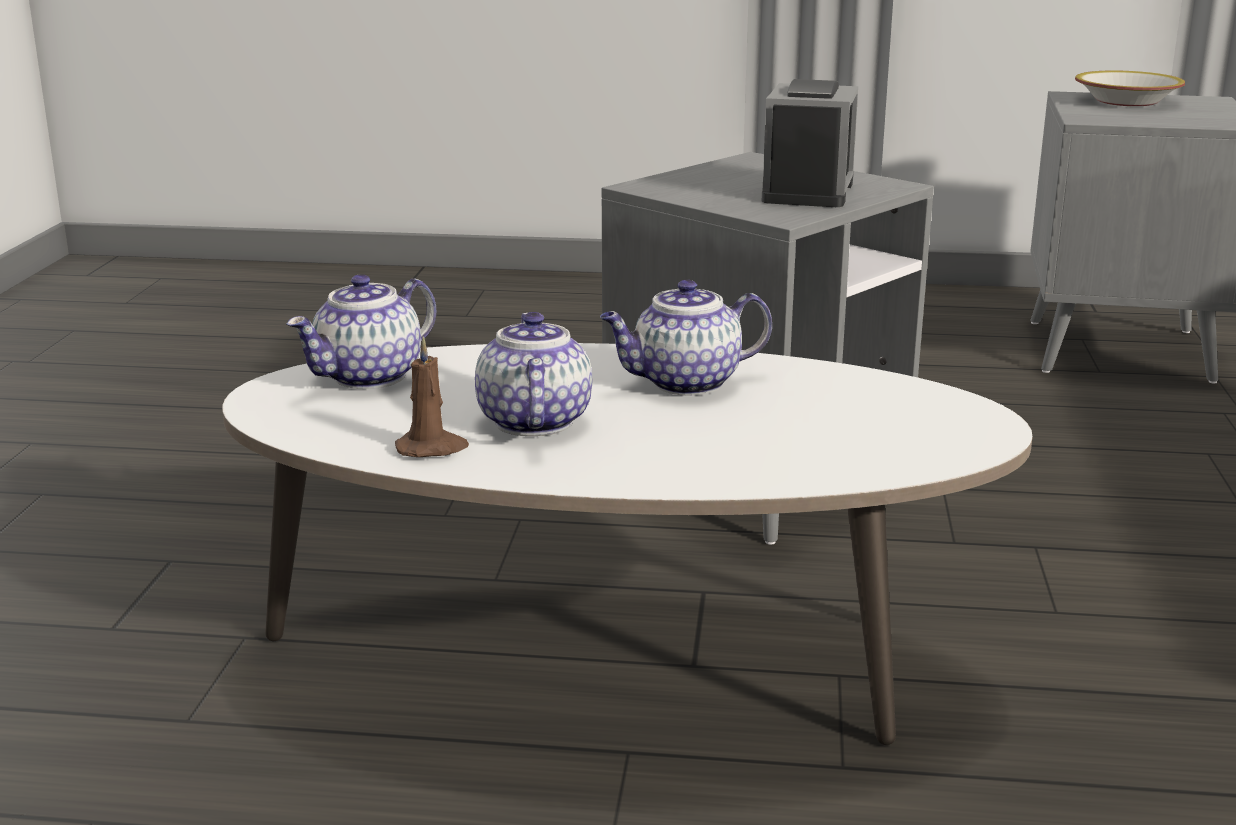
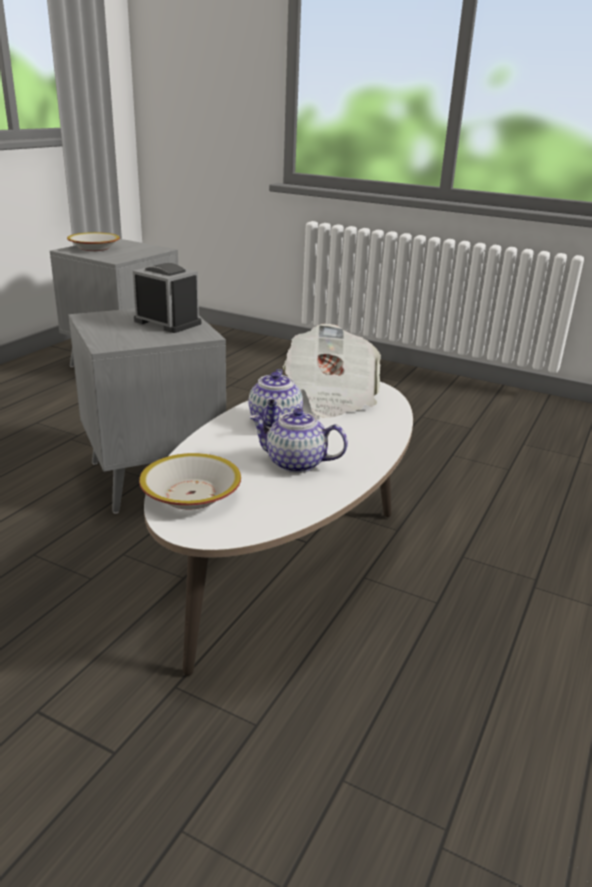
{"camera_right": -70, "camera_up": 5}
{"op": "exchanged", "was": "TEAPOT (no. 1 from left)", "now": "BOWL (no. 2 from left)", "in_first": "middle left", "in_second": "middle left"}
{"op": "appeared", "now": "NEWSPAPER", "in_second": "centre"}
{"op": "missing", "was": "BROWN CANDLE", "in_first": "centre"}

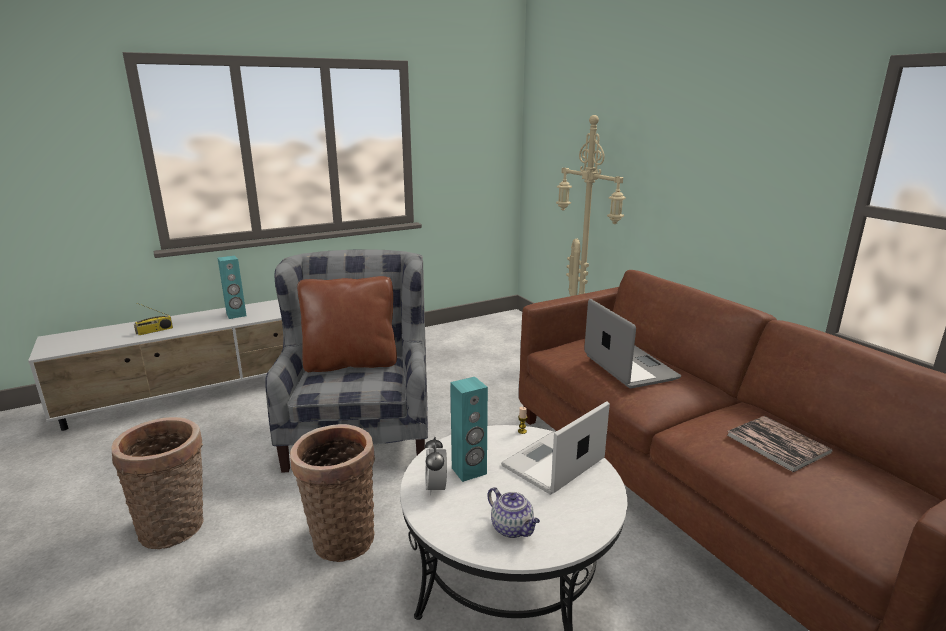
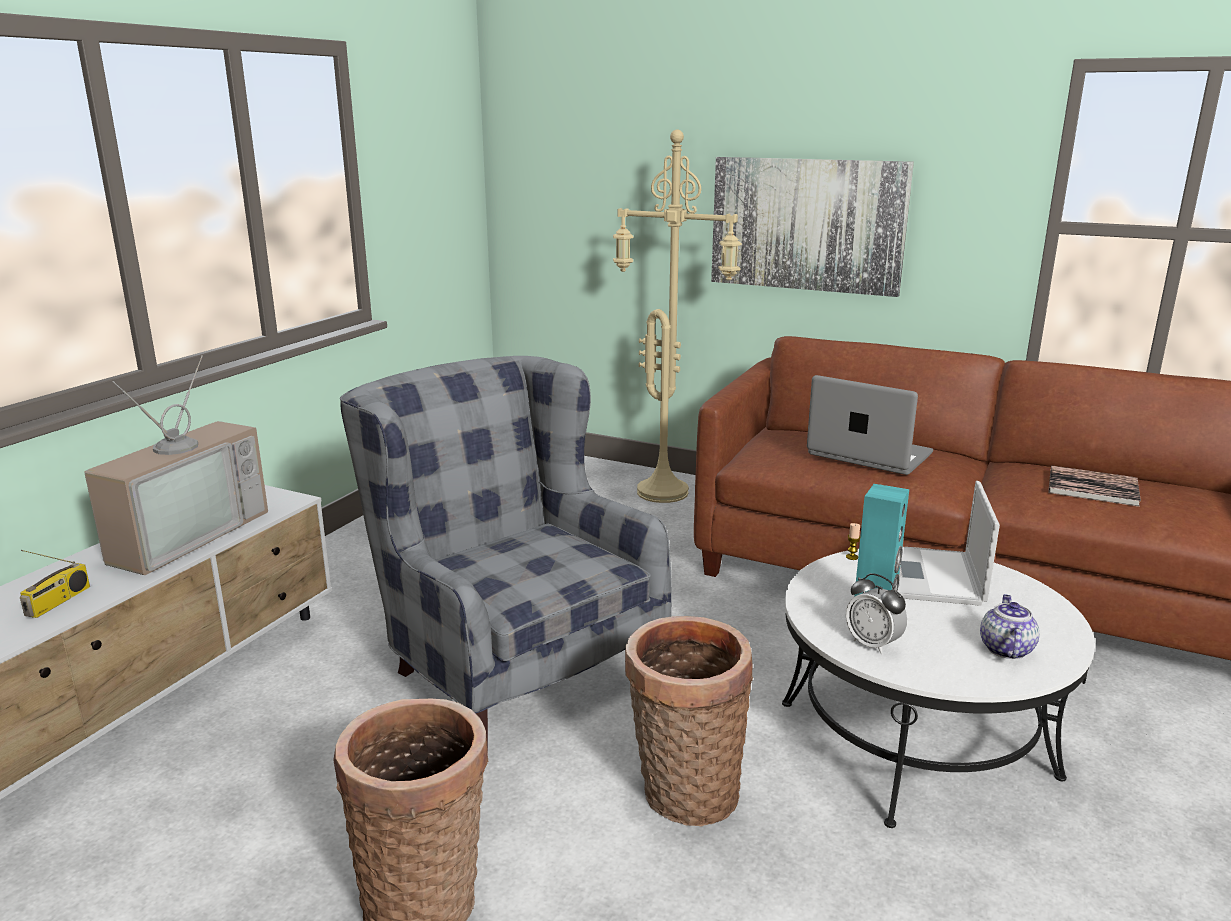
{"camera_right": -35, "camera_up": 0}
{"op": "exchanged", "was": "TURQUOISE SPEAKER (no. 1 from left)", "now": "TELEVISION", "in_first": "middle left", "in_second": "middle left"}
{"op": "appeared", "now": "PICTURE", "in_second": "top centre"}
{"op": "spun", "was": "TEAPOT", "in_first": "bottom centre", "in_second": "bottom right", "clockwise": -90}
{"op": "missing", "was": "BROWN PILLOW", "in_first": "centre"}

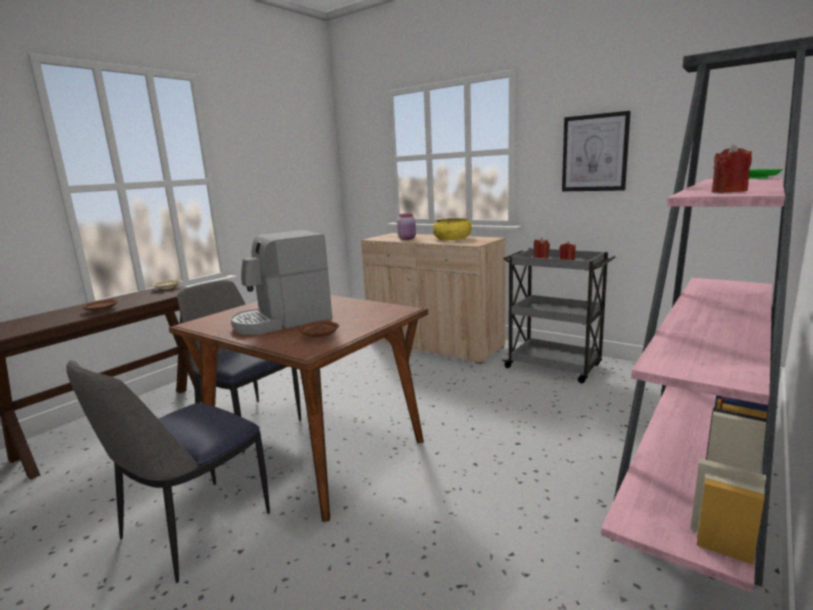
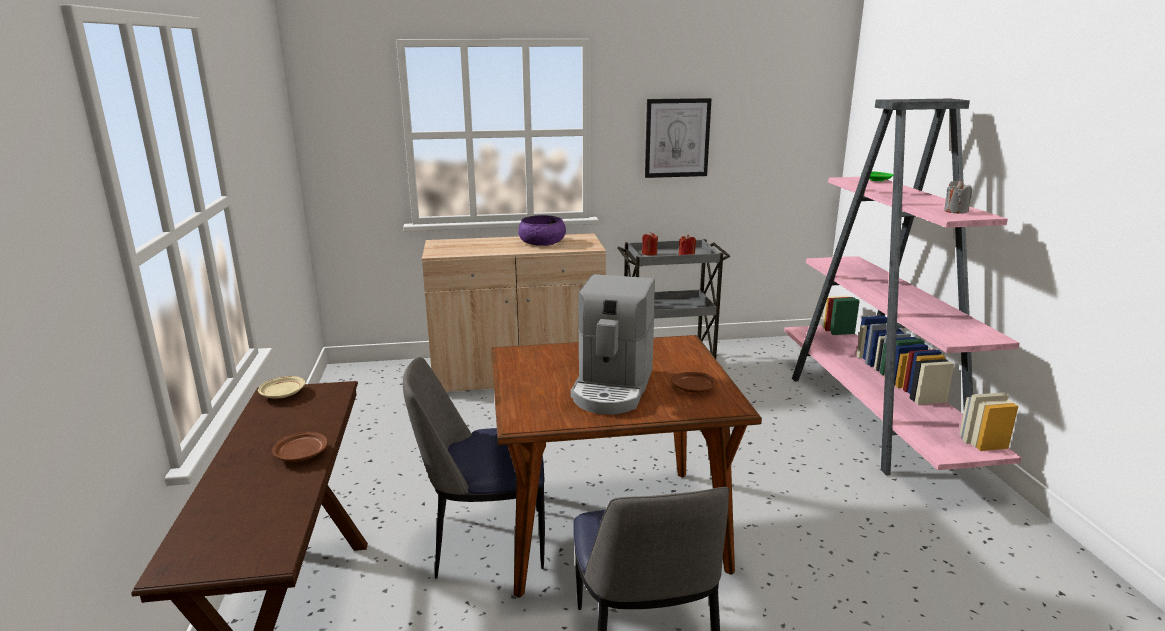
{"camera_right": -45, "camera_up": 5}
{"op": "colour", "was": "YELLOW BOWL", "now": "PURPLE BOWL", "in_first": "centre", "in_second": "centre"}
{"op": "colour", "was": "RED CANDLE (no. 3 from left)", "now": "GREY CANDLE", "in_first": "top right", "in_second": "top right"}
{"op": "missing", "was": "PINK JAR", "in_first": "centre"}

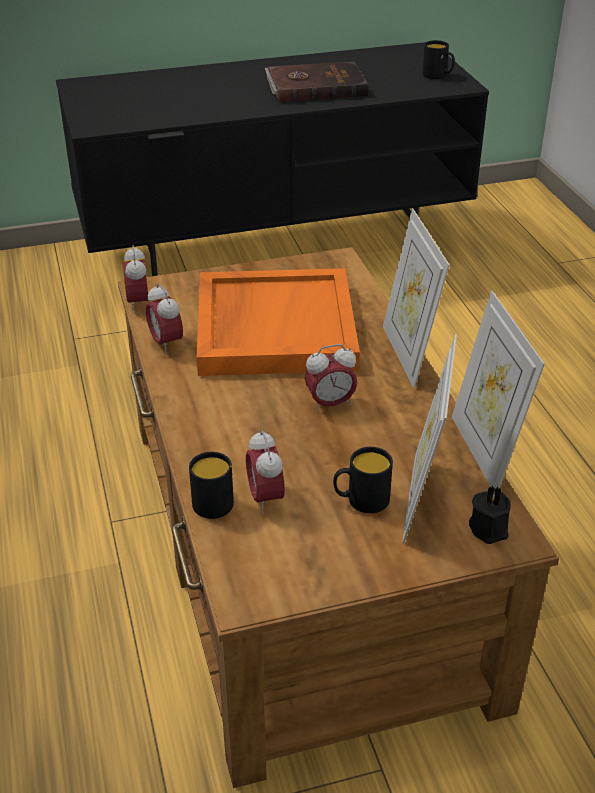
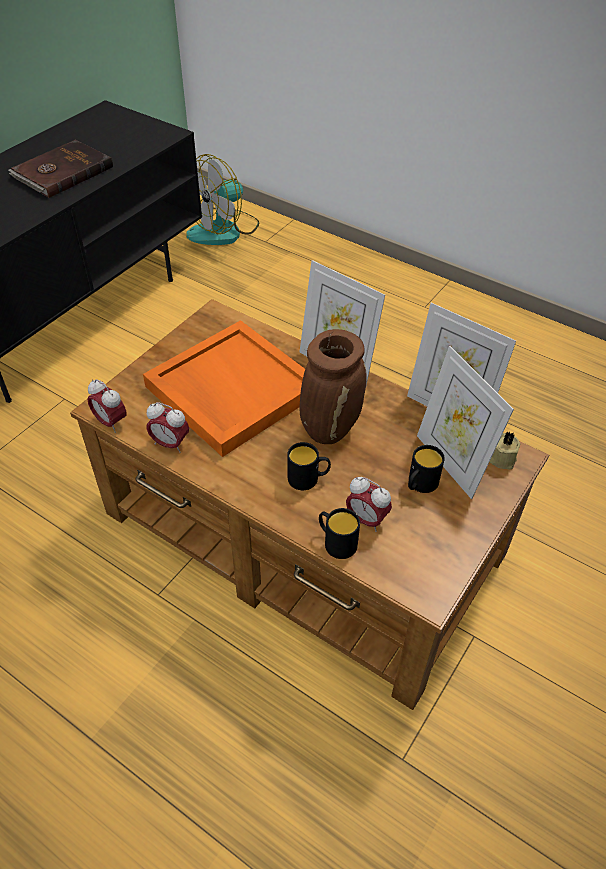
{"camera_right": -40, "camera_up": 10}
{"op": "appeared", "now": "FAN", "in_second": "top centre"}
{"op": "relocated", "was": "BLACK MUG (no. 3 from left in the first image)", "now": "BLACK MUG (no. 1 from left)", "in_first": "top right", "in_second": "centre"}
{"op": "exchanged", "was": "ALARM CLOCK (no. 4 from left)", "now": "BROWN VASE", "in_first": "centre", "in_second": "centre"}
{"op": "colour", "was": "BLACK CANDLE", "now": "BEIGE CANDLE", "in_first": "middle right", "in_second": "middle right"}

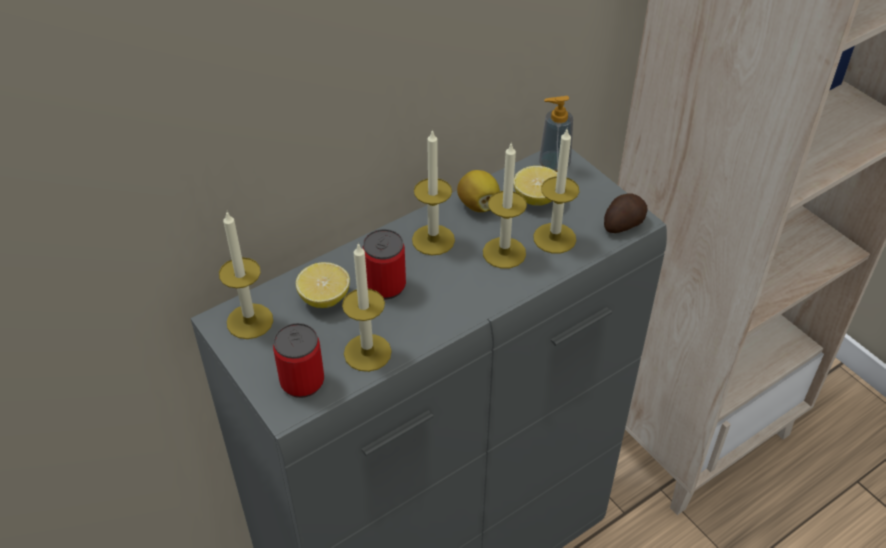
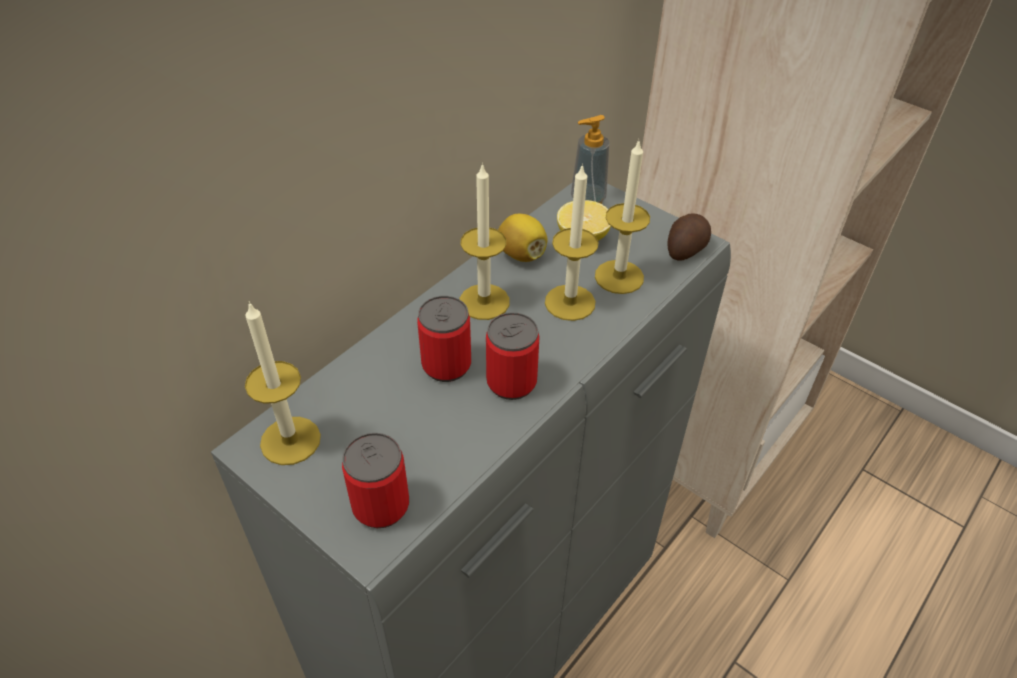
{"camera_right": -15, "camera_up": 0}
{"op": "appeared", "now": "CAN (no. 3 from left)", "in_second": "centre"}
{"op": "missing", "was": "LEMON (no. 1 from left)", "in_first": "centre"}
{"op": "missing", "was": "CANDLE (no. 2 from left)", "in_first": "centre"}

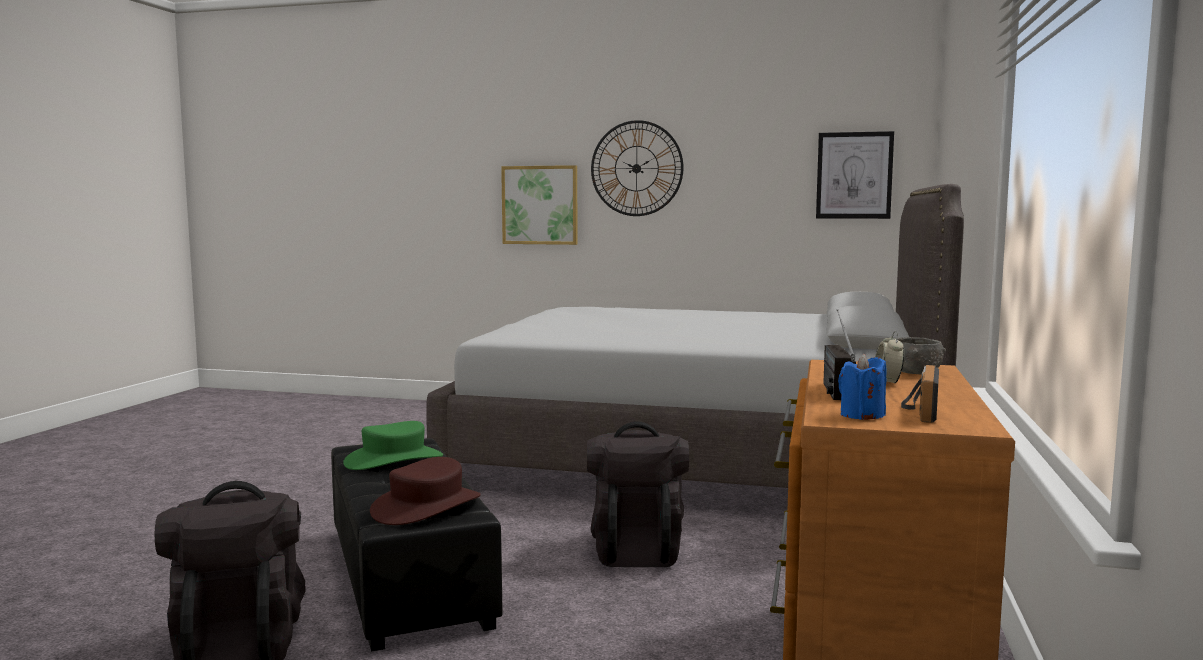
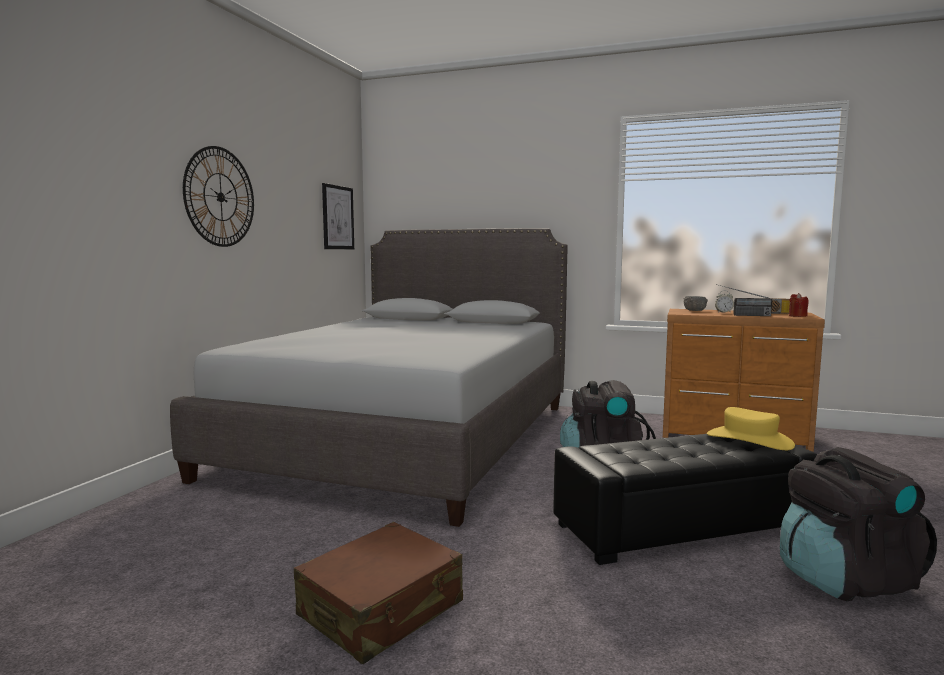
{"camera_right": -85, "camera_up": 0}
{"op": "appeared", "now": "BROWN SUITCASE", "in_second": "bottom centre"}
{"op": "colour", "was": "BROWN HAT", "now": "YELLOW HAT", "in_first": "bottom centre", "in_second": "middle right"}
{"op": "colour", "was": "BLUE CANDLE", "now": "RED CANDLE", "in_first": "middle right", "in_second": "middle right"}
{"op": "missing", "was": "GREEN HAT", "in_first": "bottom left"}
{"op": "missing", "was": "PICTURE (no. 1 from left)", "in_first": "top centre"}

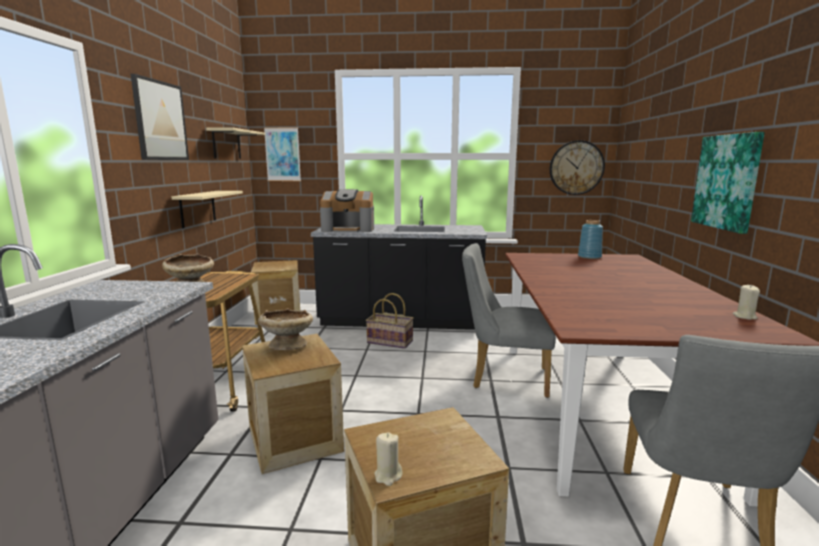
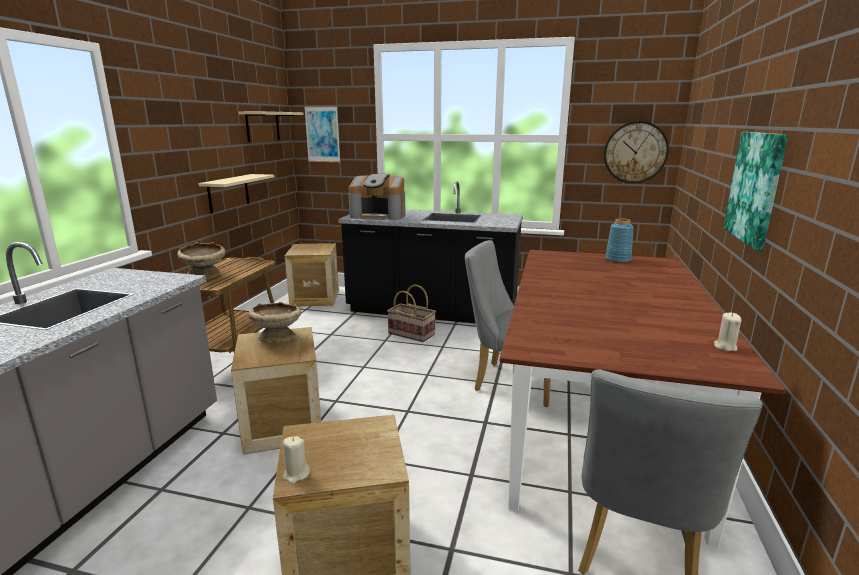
{"camera_right": 10, "camera_up": 5}
{"op": "missing", "was": "PICTURE (no. 1 from left)", "in_first": "top left"}

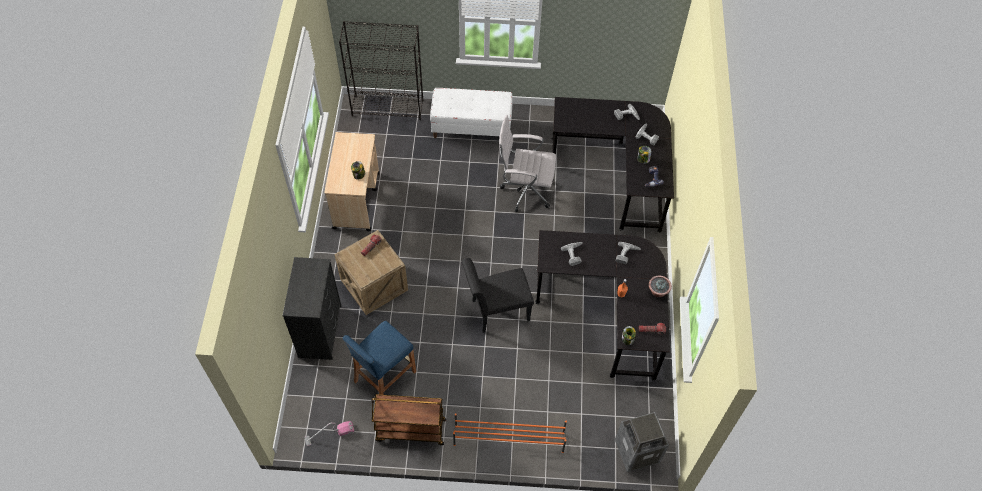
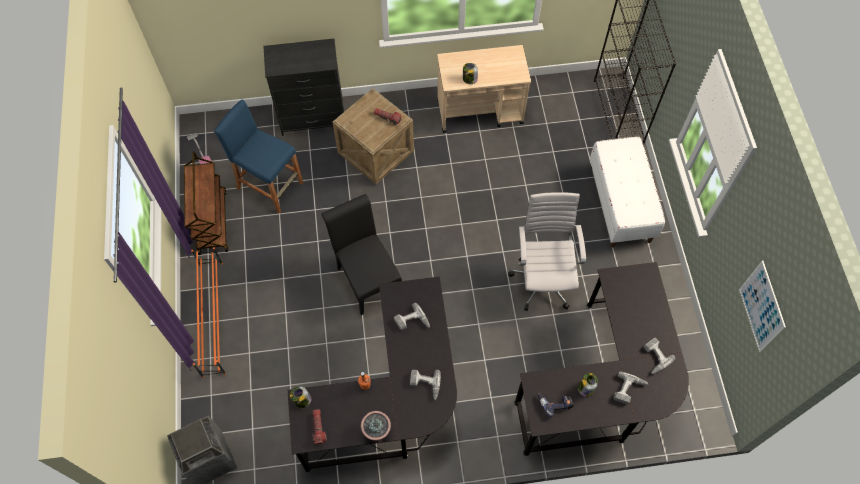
{"camera_right": 80, "camera_up": 5}
{"op": "appeared", "now": "PICTURE", "in_second": "middle right"}

